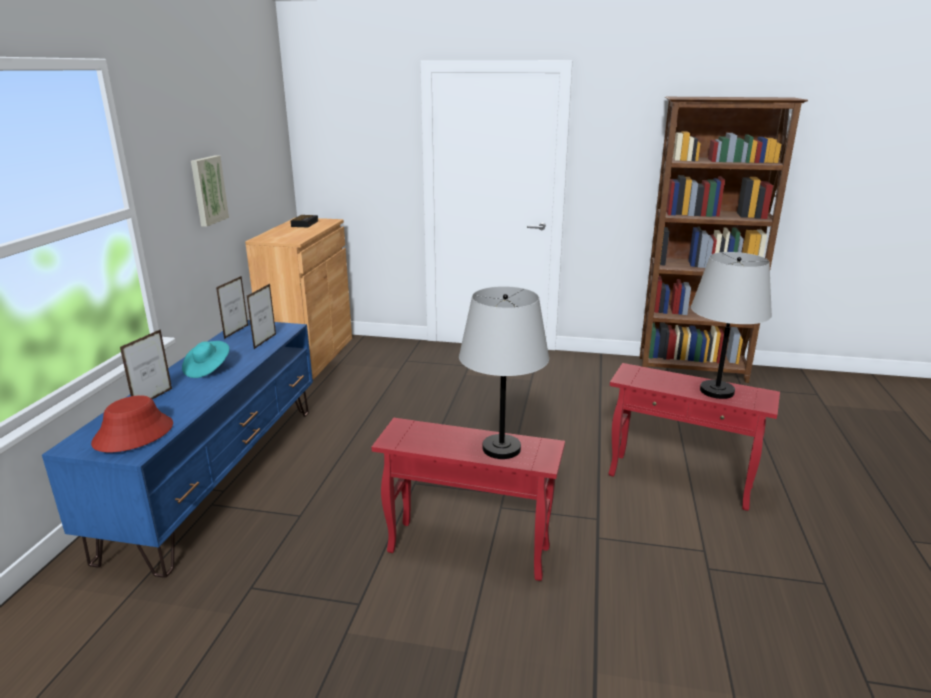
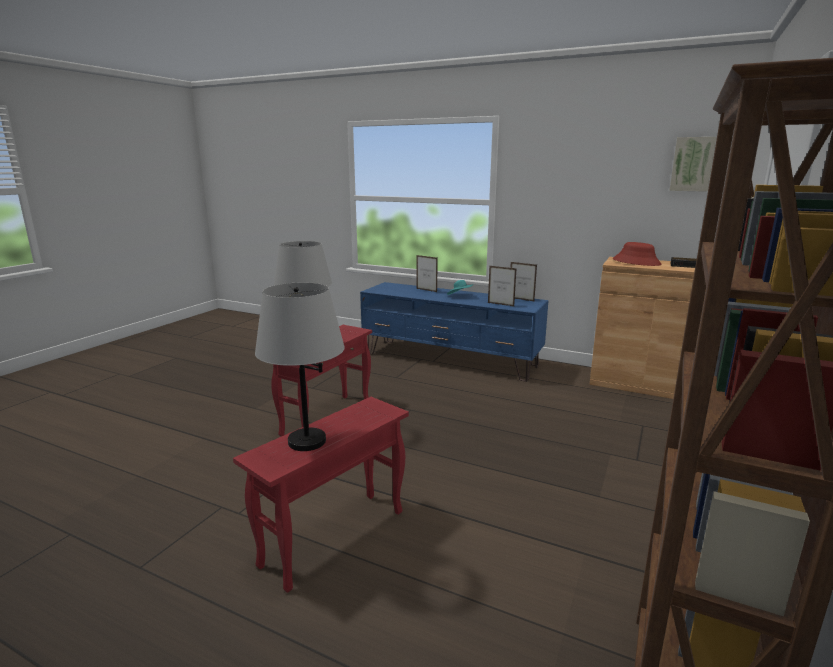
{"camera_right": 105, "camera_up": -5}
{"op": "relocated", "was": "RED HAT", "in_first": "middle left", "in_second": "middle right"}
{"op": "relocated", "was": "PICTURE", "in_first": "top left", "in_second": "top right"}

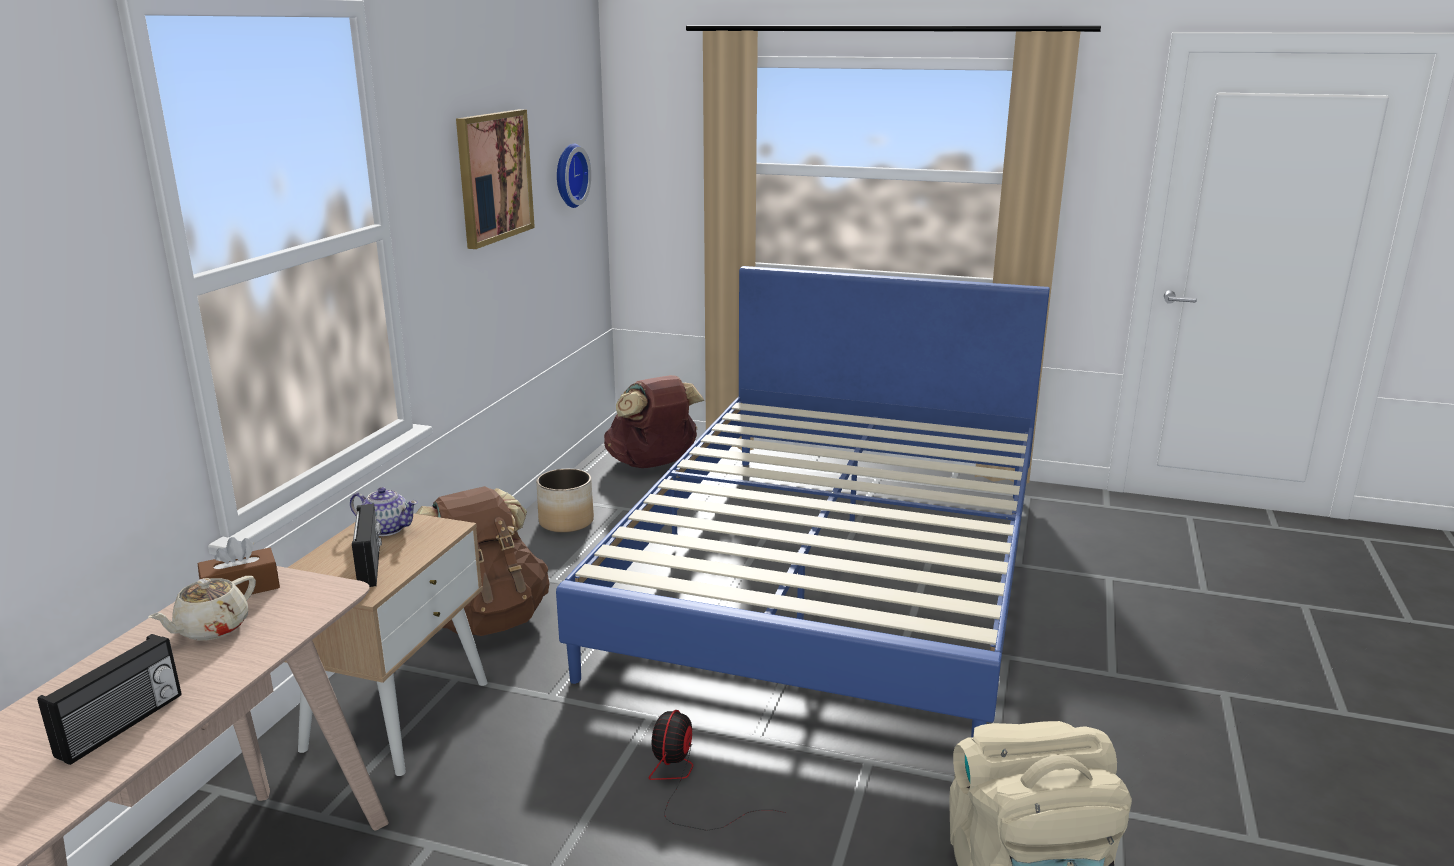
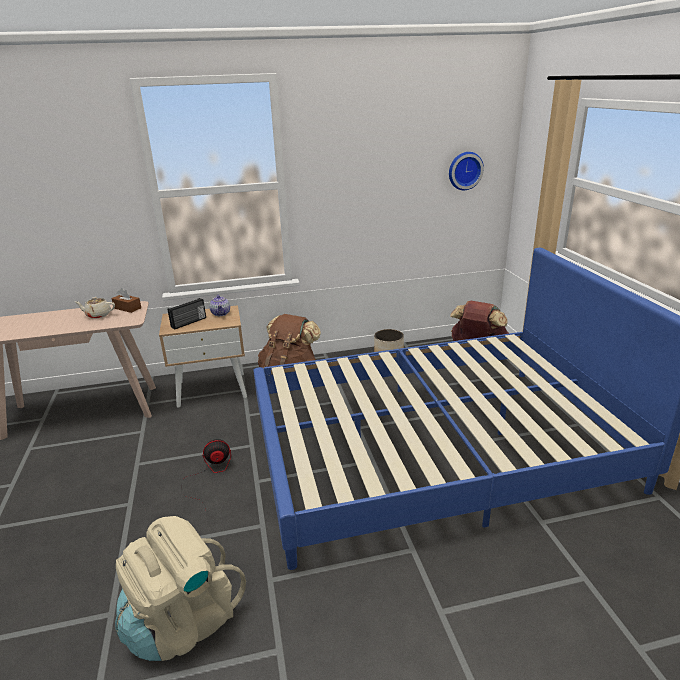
{"camera_right": 60, "camera_up": 5}
{"op": "missing", "was": "RADIO (no. 1 from left)", "in_first": "bottom left"}
{"op": "missing", "was": "PICTURE", "in_first": "top centre"}

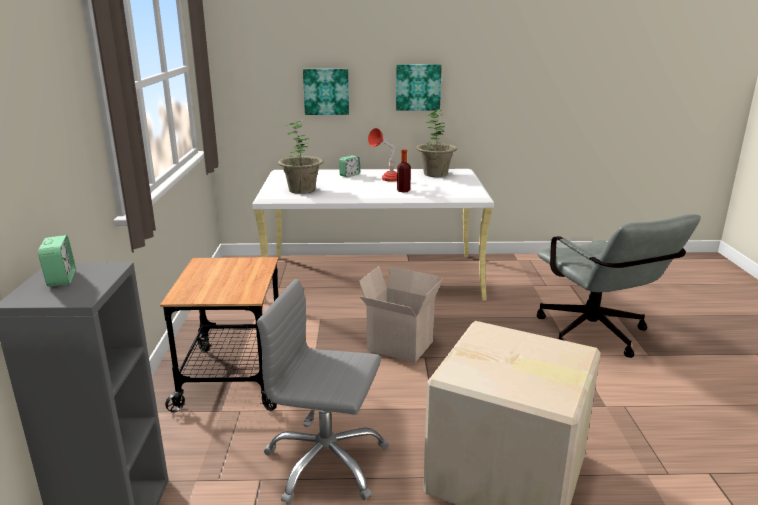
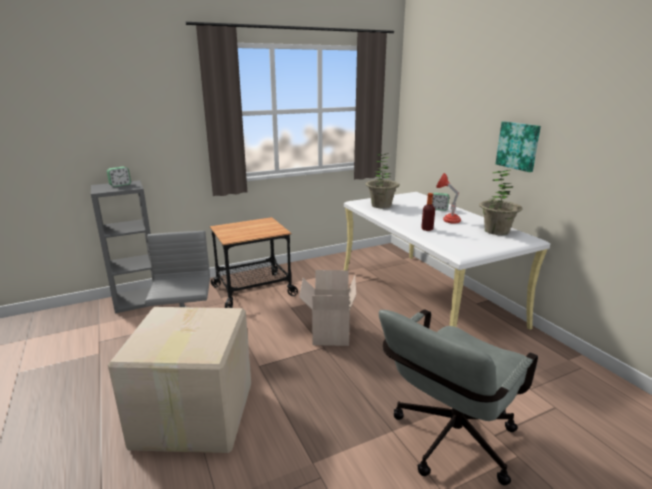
{"camera_right": 65, "camera_up": 0}
{"op": "missing", "was": "PICTURE (no. 1 from left)", "in_first": "top centre"}

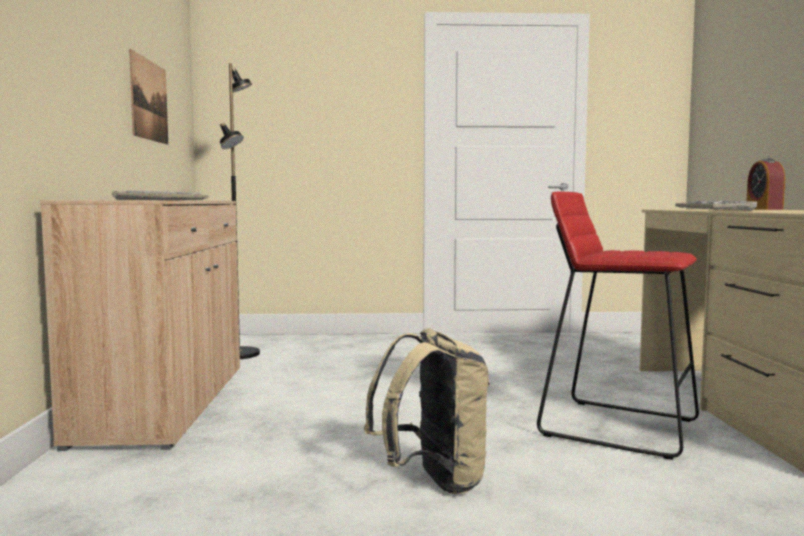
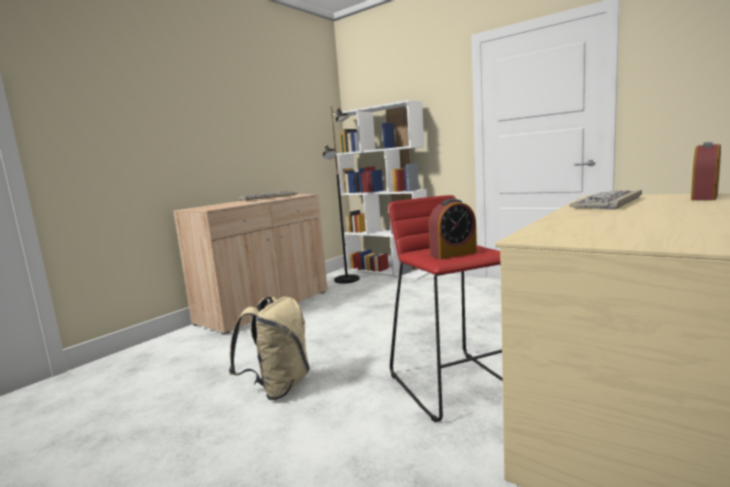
{"camera_right": 40, "camera_up": 5}
{"op": "appeared", "now": "WHITE BOOKCASE", "in_second": "centre"}
{"op": "appeared", "now": "ALARM CLOCK (no. 1 from left)", "in_second": "centre"}
{"op": "missing", "was": "PICTURE", "in_first": "top left"}

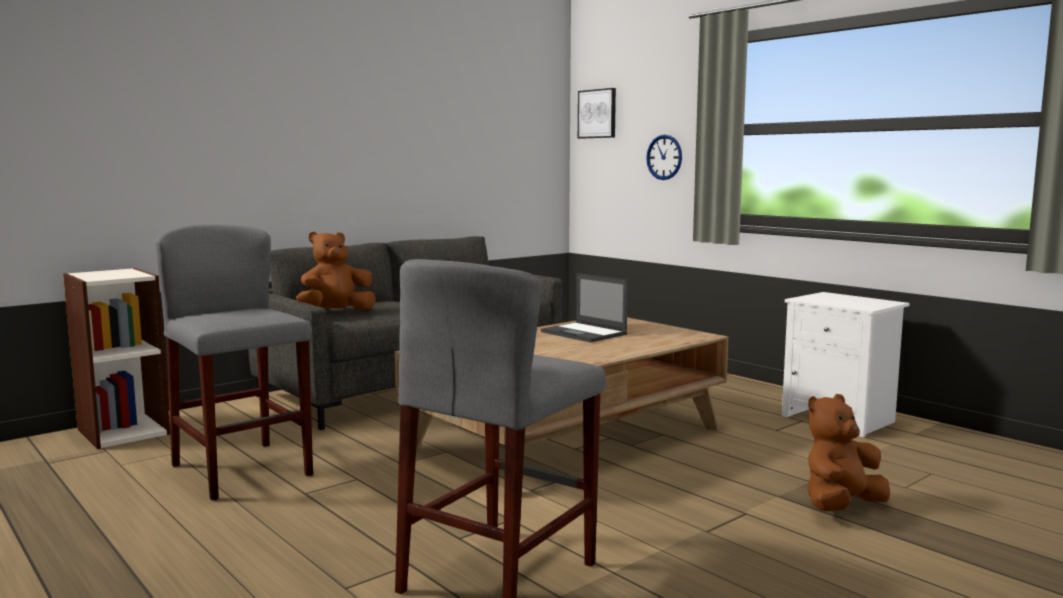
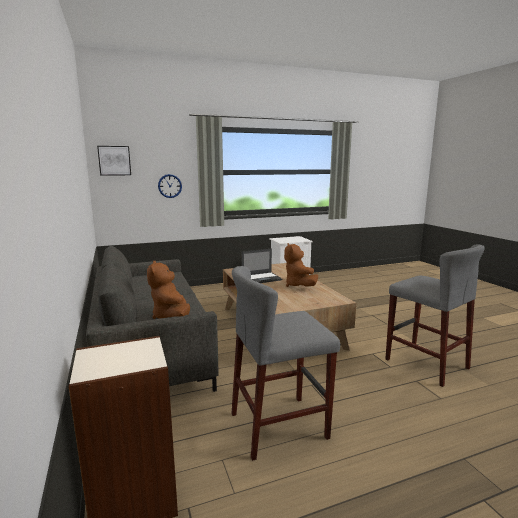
{"camera_right": -70, "camera_up": 5}
{"op": "relocated", "was": "BROWN PLUSH TOY (no. 2 from left)", "in_first": "bottom right", "in_second": "centre"}

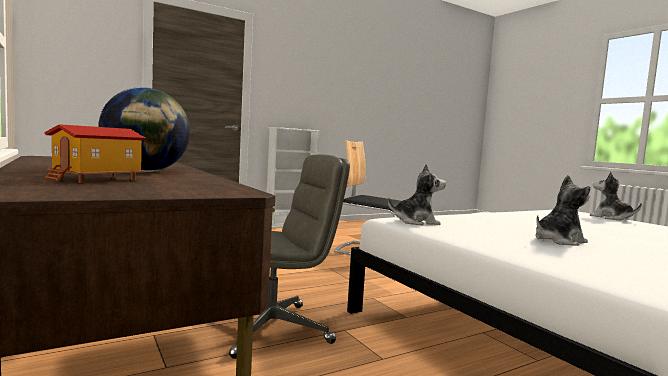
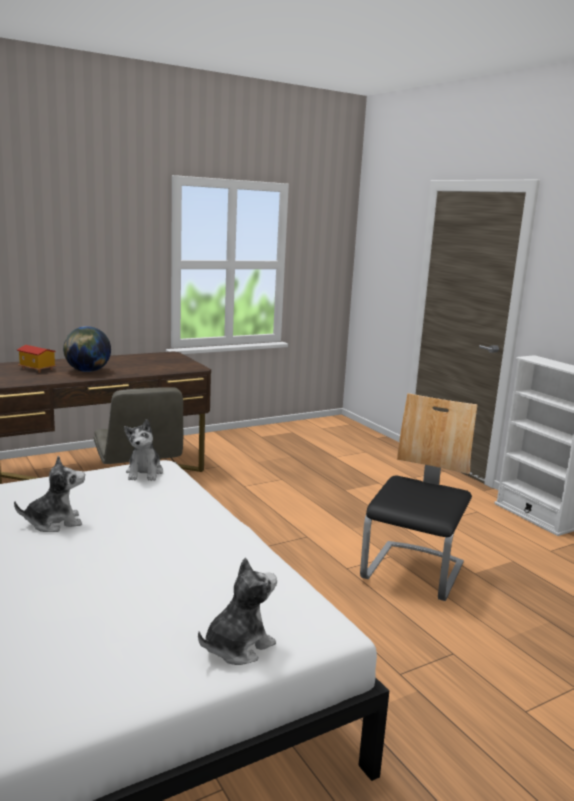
{"camera_right": 90, "camera_up": 10}
{"op": "spun", "was": "PLUSH TOY (no. 2 from left in the first image)", "in_first": "middle right", "in_second": "middle left", "clockwise": -90}

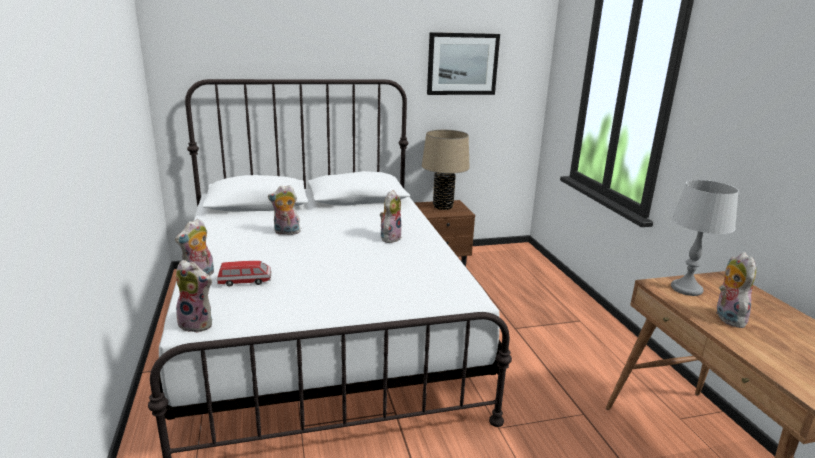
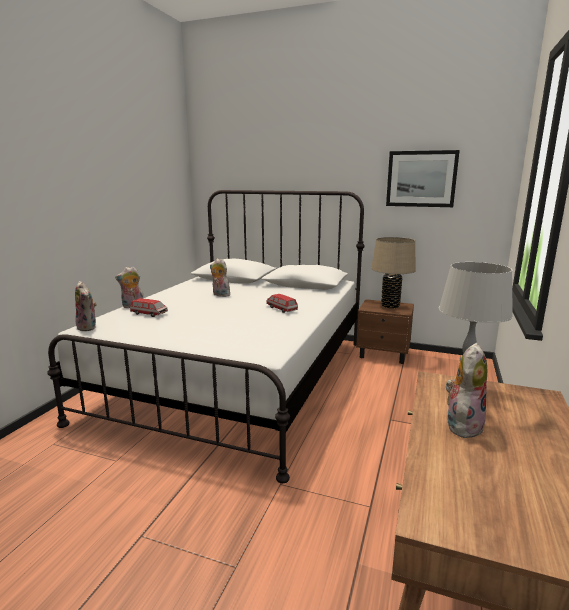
{"camera_right": 35, "camera_up": -5}
{"op": "exchanged", "was": "PLUSH TOY (no. 4 from left)", "now": "TOY CAR (no. 2 from left)", "in_first": "centre", "in_second": "centre"}

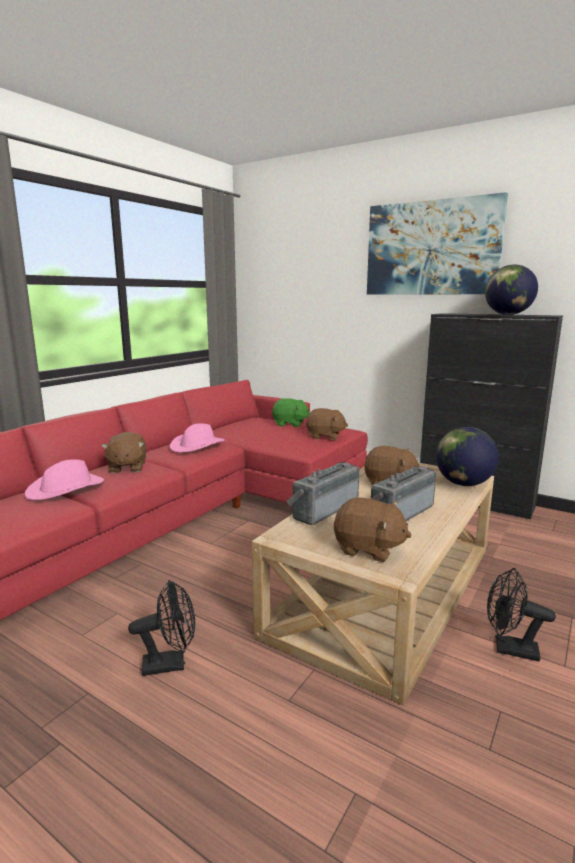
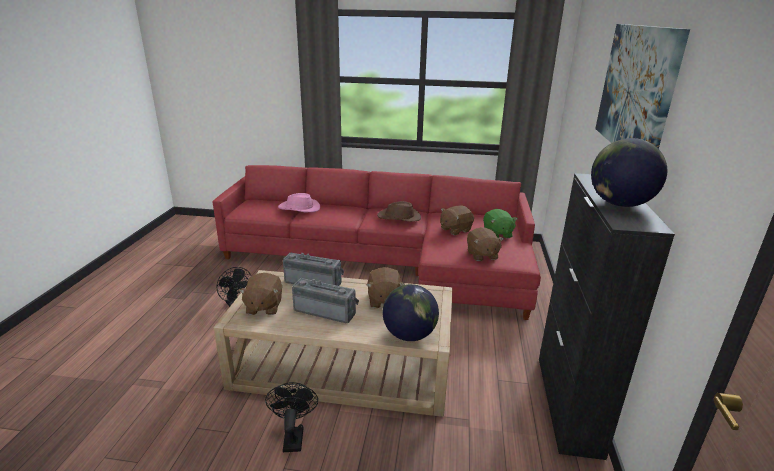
{"camera_right": 65, "camera_up": 10}
{"op": "colour", "was": "PINK HAT (no. 2 from left)", "now": "BROWN HAT", "in_first": "centre", "in_second": "centre"}
{"op": "relocated", "was": "BROWN PLUSH TOY (no. 1 from left in the first image)", "now": "BROWN PLUSH TOY (no. 3 from left)", "in_first": "middle left", "in_second": "centre"}

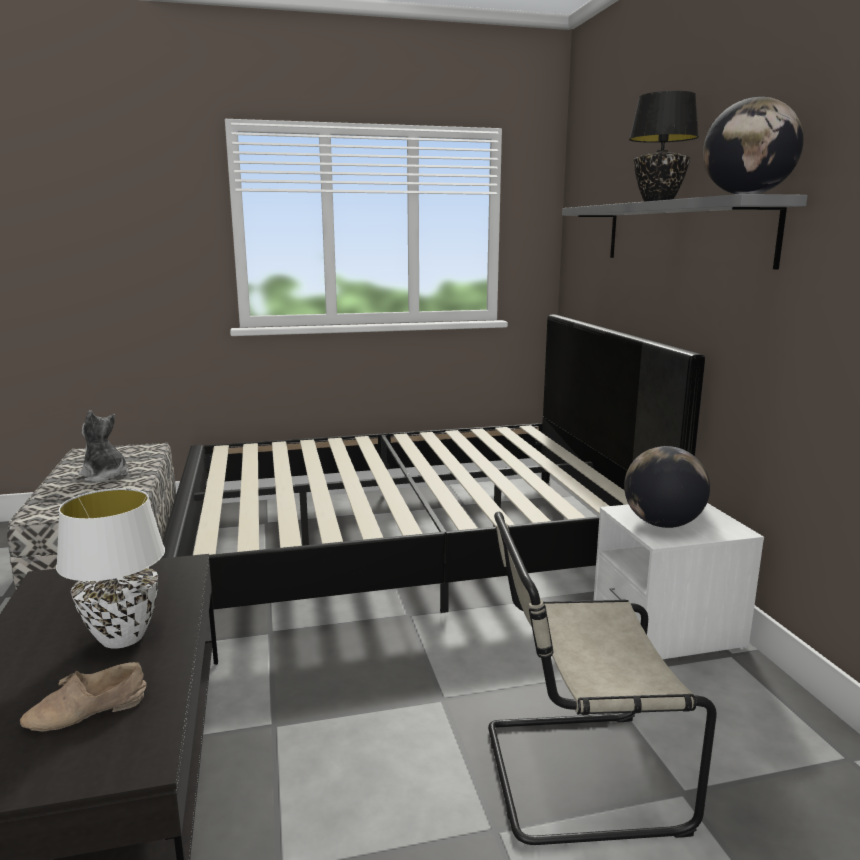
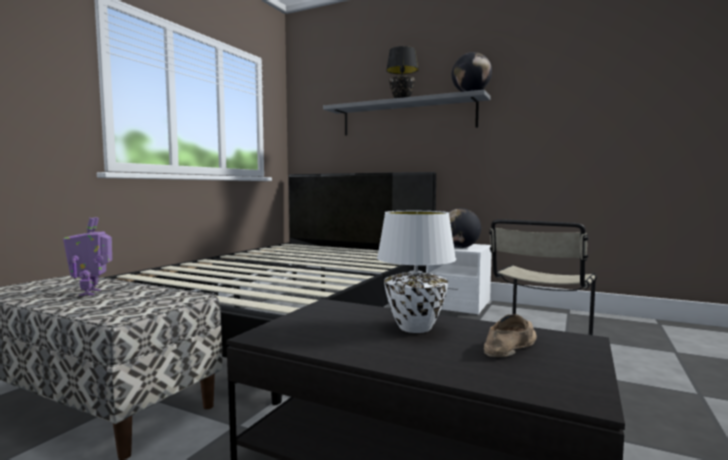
{"camera_right": -50, "camera_up": -10}
{"op": "exchanged", "was": "PLUSH TOY", "now": "TOY ROBOT", "in_first": "middle left", "in_second": "middle left"}
{"op": "spun", "was": "BEIGE SHOE", "in_first": "bottom left", "in_second": "bottom right", "clockwise": -150}

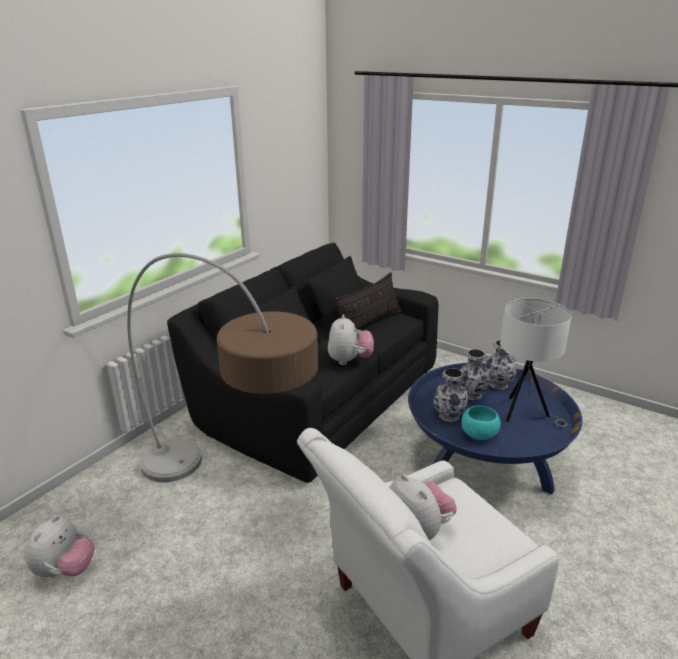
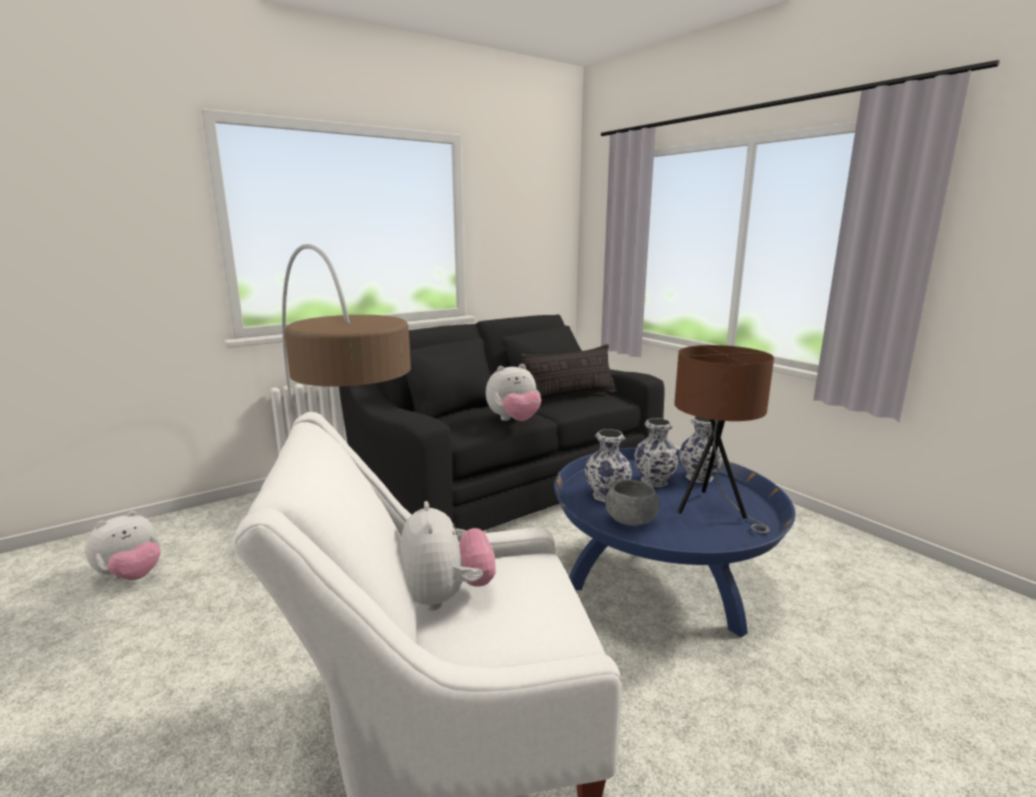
{"camera_right": 20, "camera_up": -10}
{"op": "spun", "was": "PLUSH TOY (no. 2 from left in the first image)", "in_first": "centre", "in_second": "centre", "clockwise": 45}
{"op": "colour", "was": "TURQUOISE BOWL", "now": "GREY BOWL", "in_first": "middle right", "in_second": "centre"}
{"op": "colour", "was": "WHITE TABLE LAMP", "now": "BROWN TABLE LAMP", "in_first": "middle right", "in_second": "middle right"}

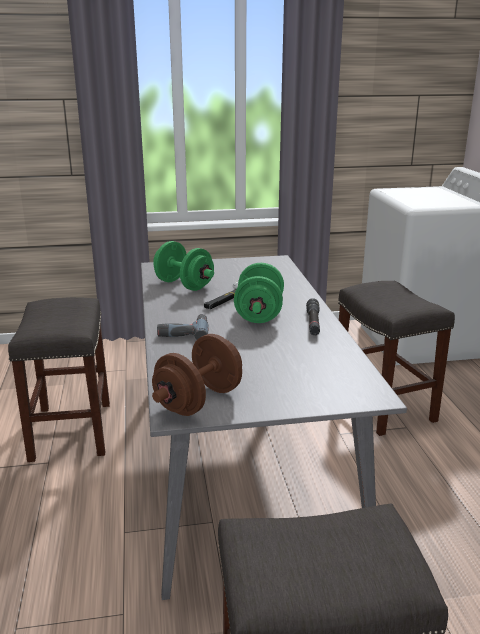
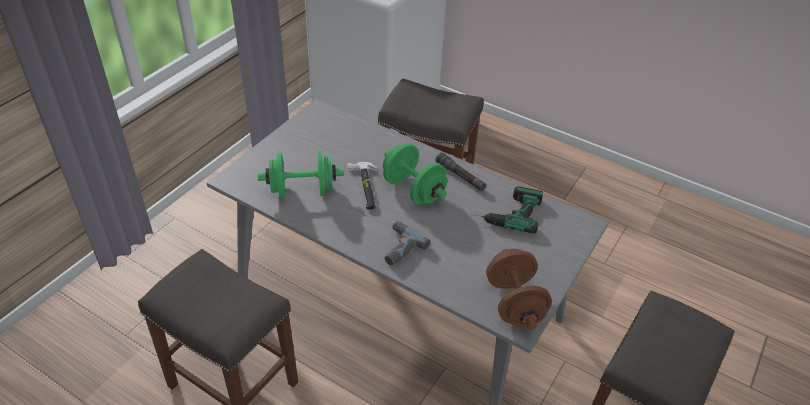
{"camera_right": -50, "camera_up": 20}
{"op": "appeared", "now": "POWER DRILL (no. 2 from left)", "in_second": "centre"}

